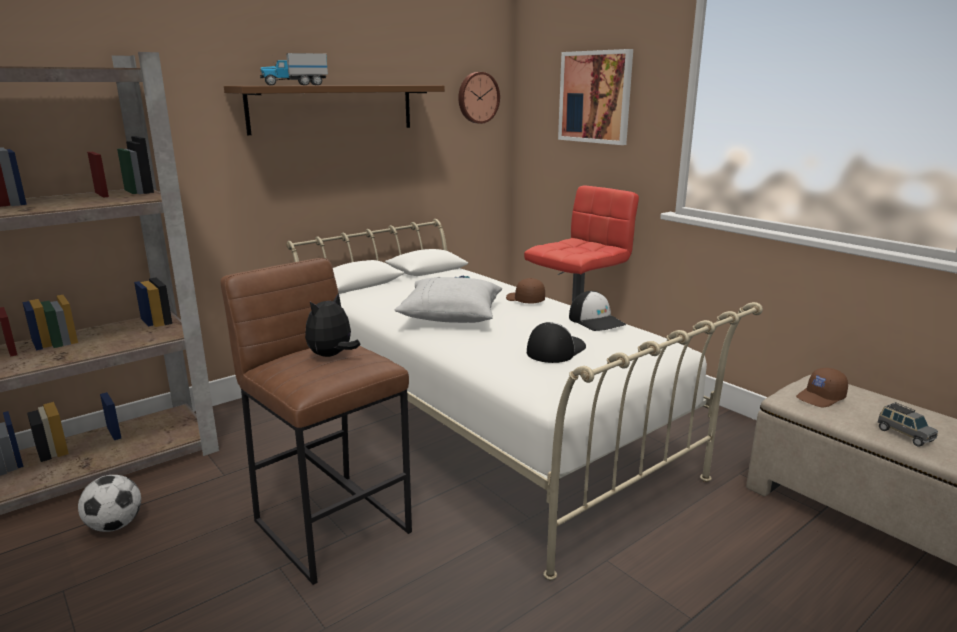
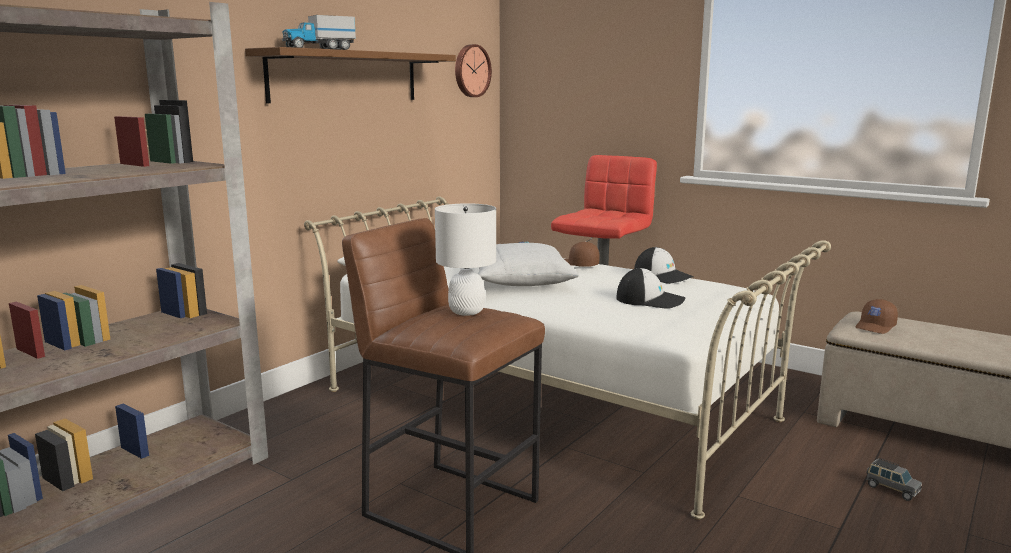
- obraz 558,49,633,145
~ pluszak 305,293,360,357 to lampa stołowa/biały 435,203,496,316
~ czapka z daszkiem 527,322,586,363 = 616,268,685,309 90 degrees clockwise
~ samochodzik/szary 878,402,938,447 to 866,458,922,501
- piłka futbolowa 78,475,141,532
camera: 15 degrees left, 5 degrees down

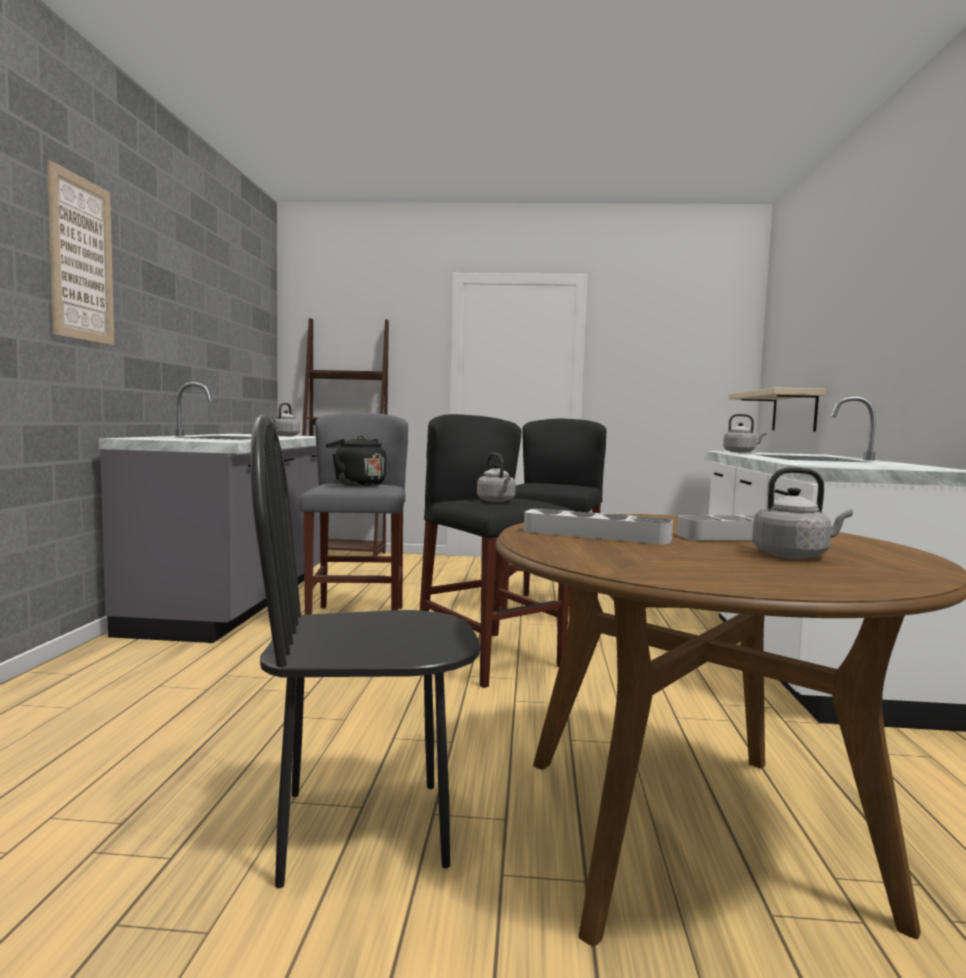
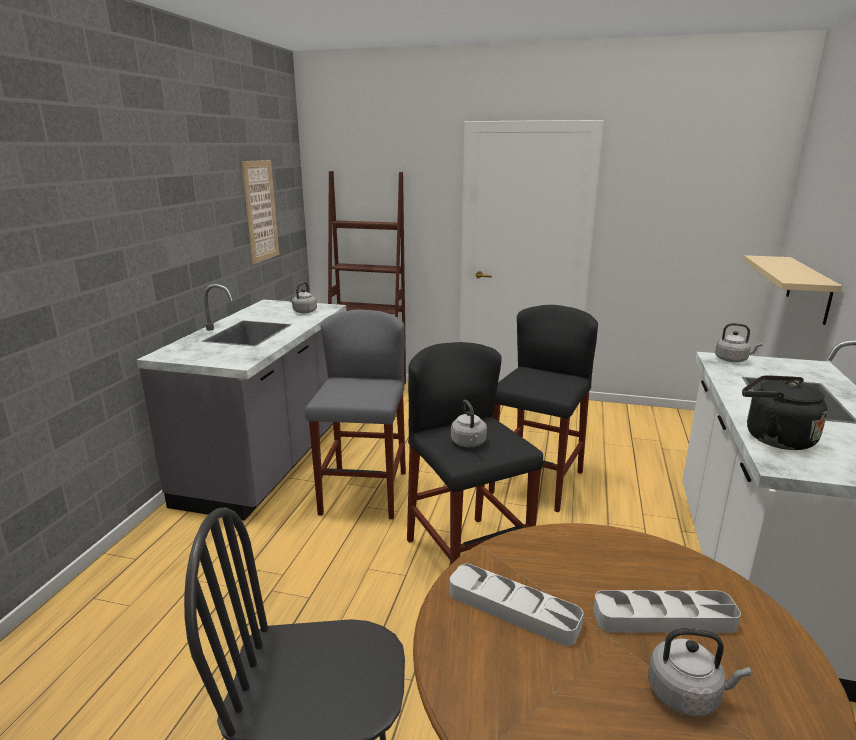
~ obraz 47,160,114,345 to 242,160,280,264
~ czajnik/czarny 325,436,386,486 to 742,375,828,450
camera: 10 degrees right, 15 degrees up

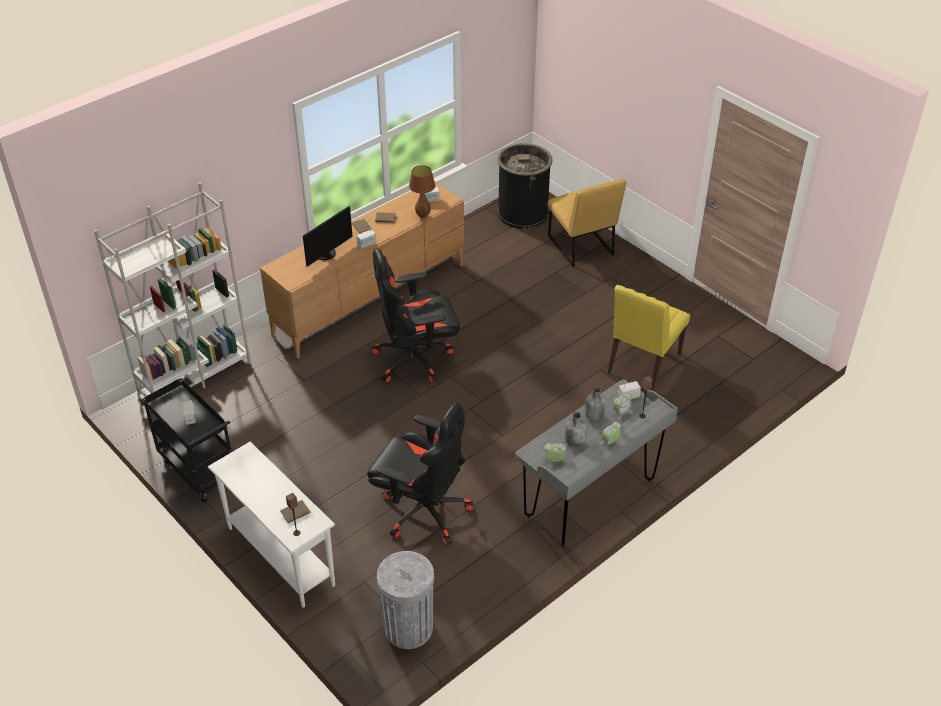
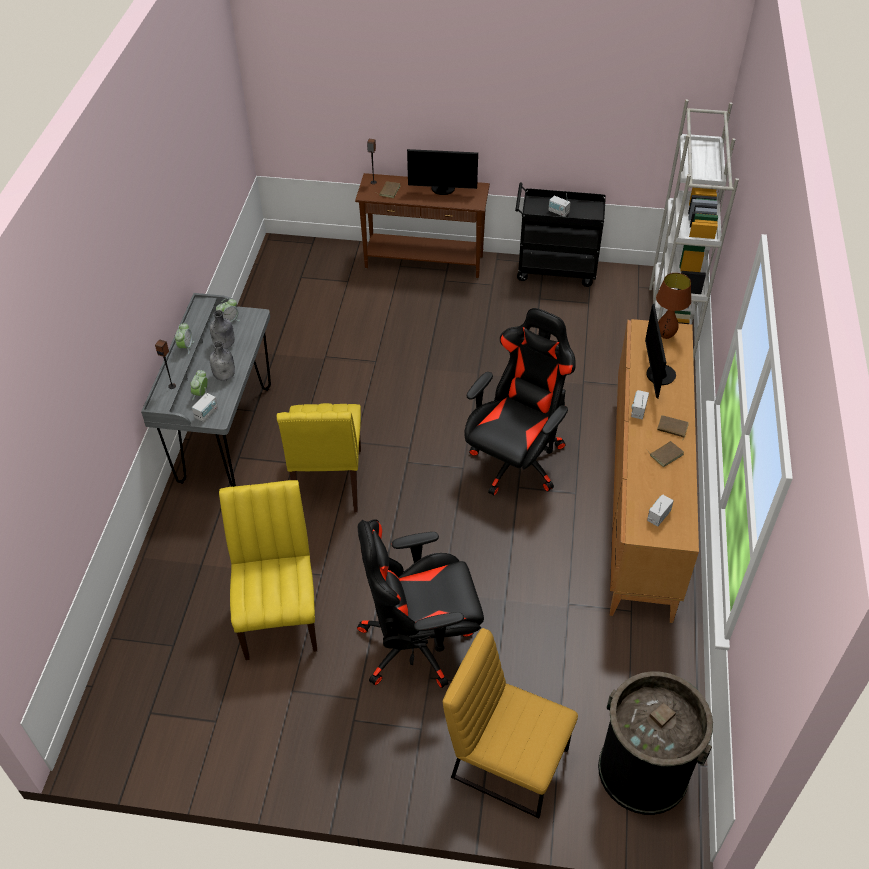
~ lampa stołowa/brązowy 409,165,435,218 to 656,273,691,339
~ krzesło biurowe/czarny 367,403,474,545 to 357,519,484,688
~ stolik konsolowy/biały 208,442,335,608 to stolik konsolowy/brązowy 355,173,490,278
- kosz na śmieci/szary 377,551,434,649
+ monitor 407,149,478,195
+ krzesło/żółty 277,403,361,512
camera: 140 degrees right, 5 degrees up

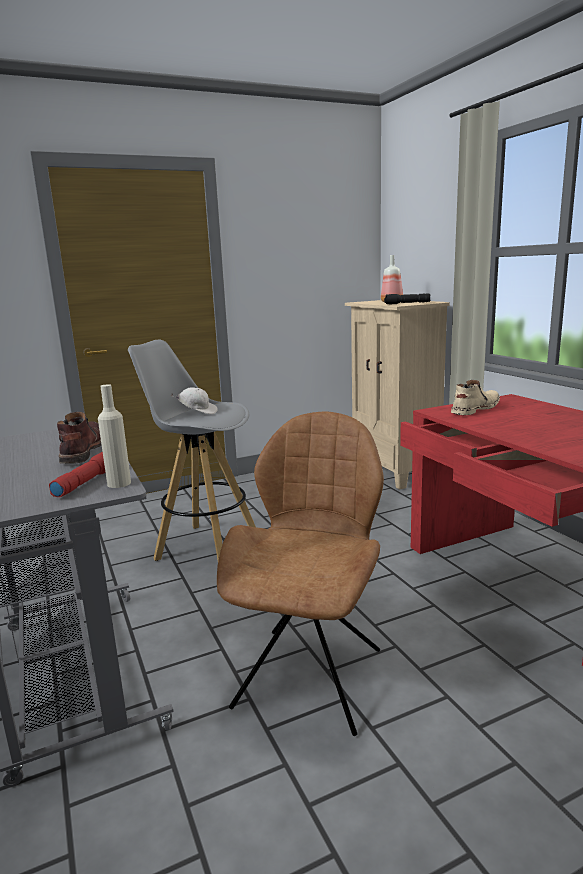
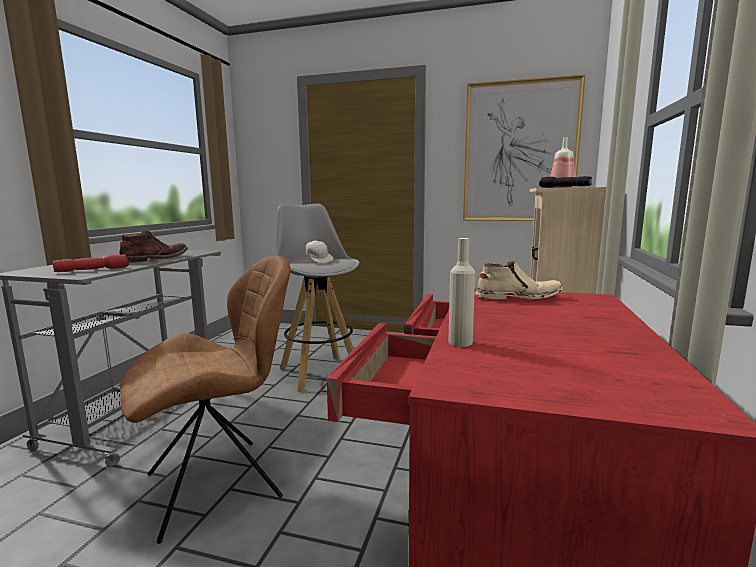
~ butelka/beżowy 98,384,131,488 to 448,238,475,347
+ obraz 463,74,586,221
camera: 40 degrees right, 5 degrees down

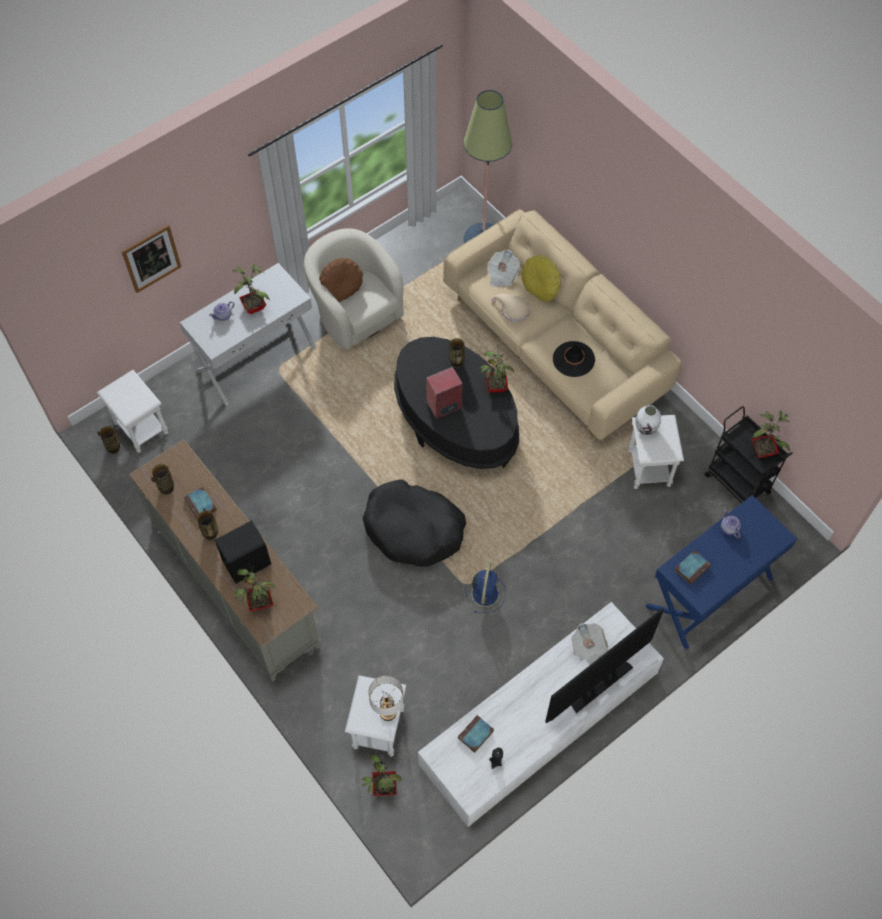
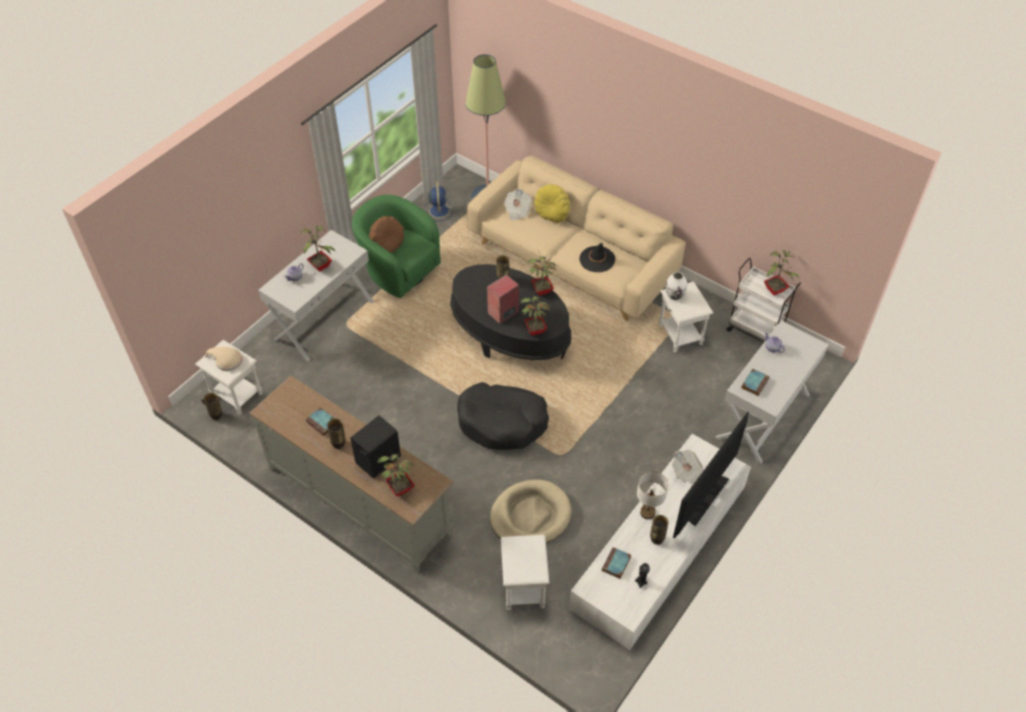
- obraz 121,225,181,293
~ fotel/beżowy 304,228,404,351 to fotel/zielony 352,195,441,298
~ kapelusz/beżowy 491,294,530,322 to 205,347,243,371
~ wózek/czarny 704,406,793,503 to wózek/biały 726,258,801,343
~ wazon 151,464,174,495 to 650,515,669,545
~ stolik konsolowy/niebieski 645,495,797,650 to stolik konsolowy/biały 715,321,829,463
~ wentylator/niebieski 466,563,506,613 to 424,181,454,222
~ lampa stołowa 368,676,403,721 to 637,471,668,519
~ roślina doniczkowa 362,754,402,796 to 520,290,550,336
+ legowisko/beżowy 490,479,572,543
camera: 15 degrees left, 10 degrees down

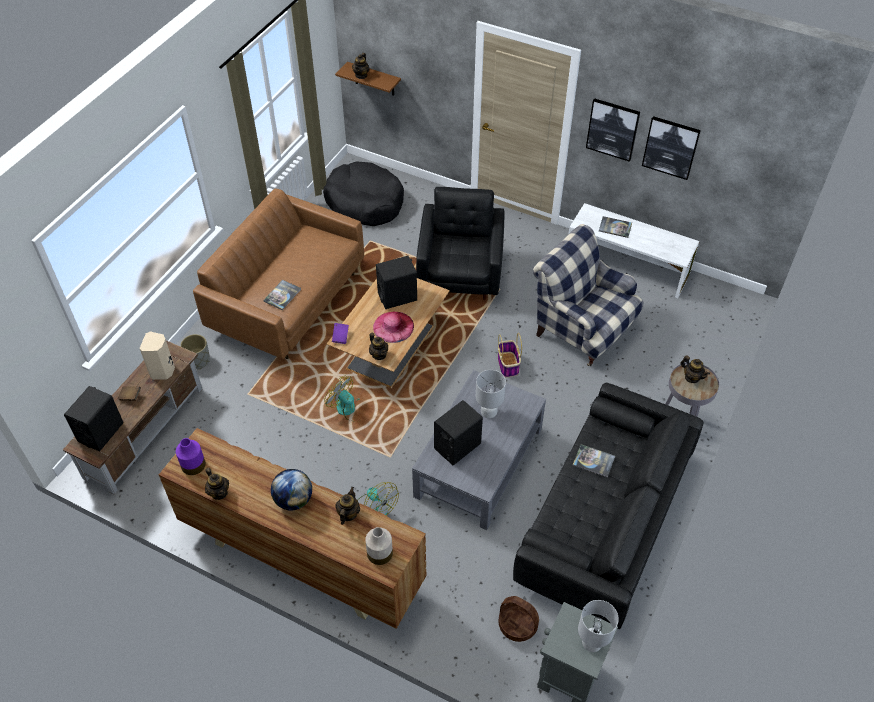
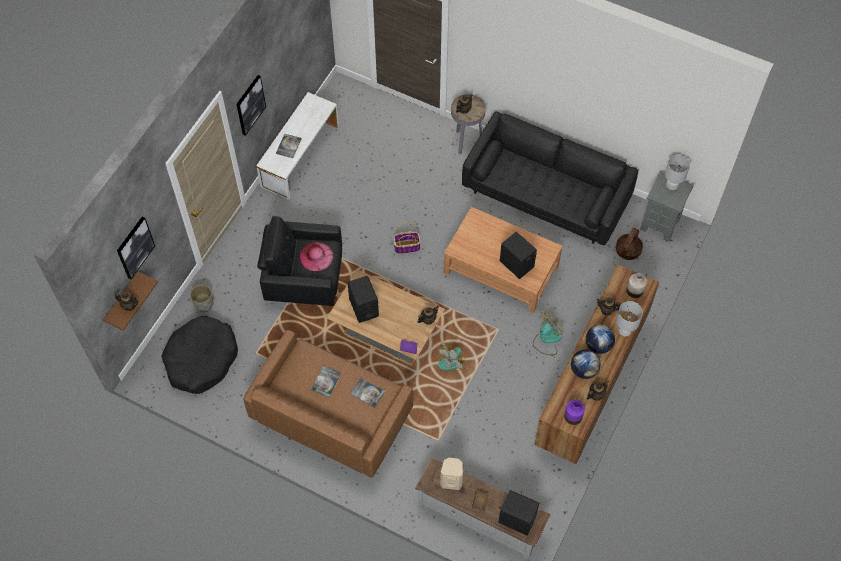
~ obraz 642,116,701,180 to 117,217,155,279
- fotel 533,224,643,366
~ kapelusz/różowy 373,312,414,343 to 300,242,333,271
~ donica/szary 180,334,210,369 to 190,284,214,312
~ ława/szary 412,370,546,530 to ława/brązowy 443,207,563,313
~ lampa stołowa/szary 476,370,506,418 to 616,301,643,336
~ książka 573,444,615,477 to 311,366,341,398
+ globus 571,349,601,379
camera: 90 degrees left, 10 degrees up

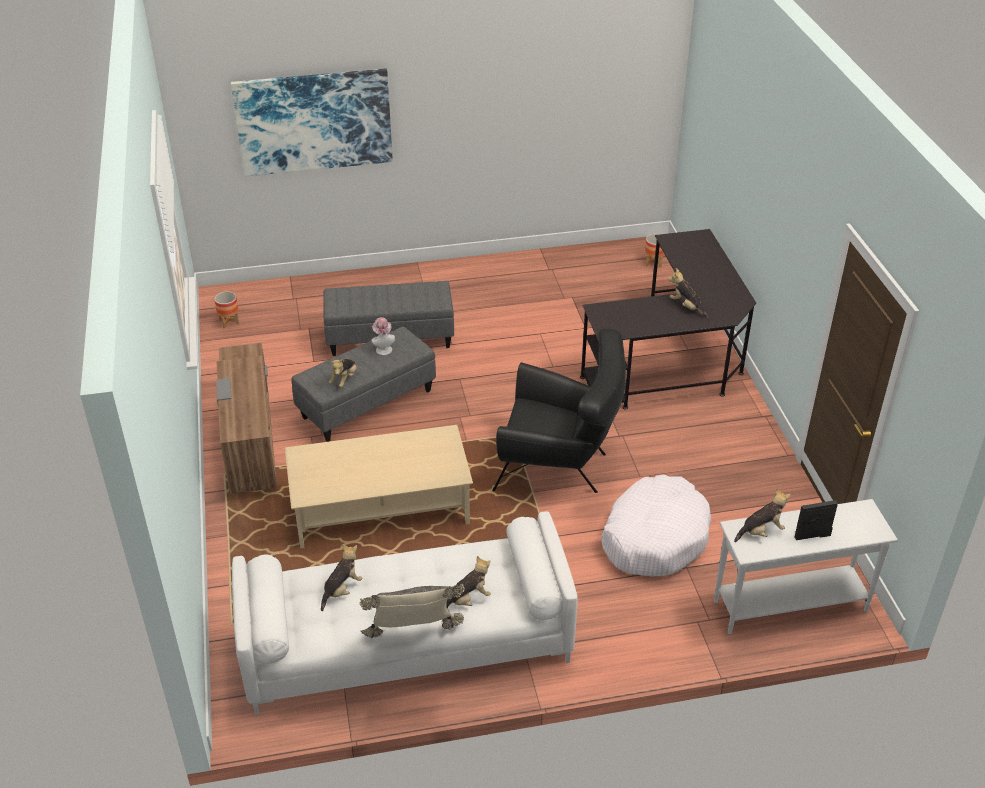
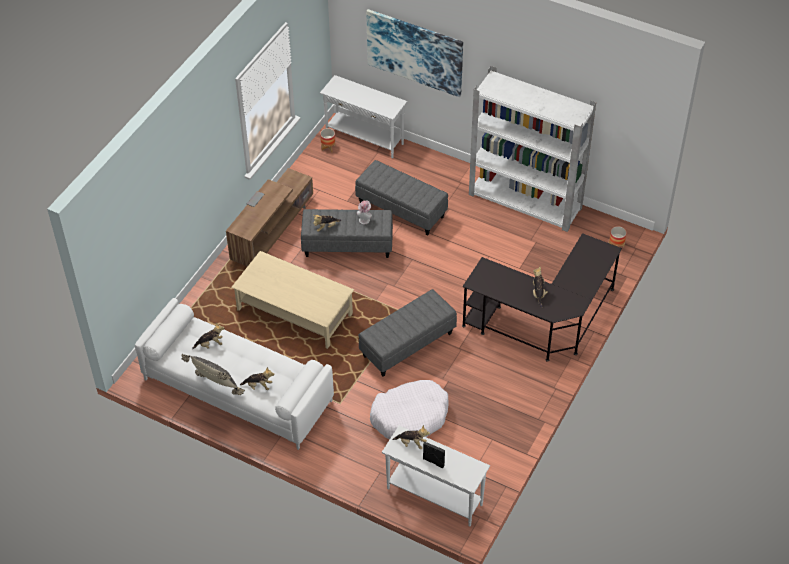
~ fotel/czarny 492,328,626,493 to pufa/szary 358,289,457,377
+ regał/biały 469,66,596,232
+ stolik konsolowy/biały 320,75,407,159
camera: 40 degrees right, 10 degrees up

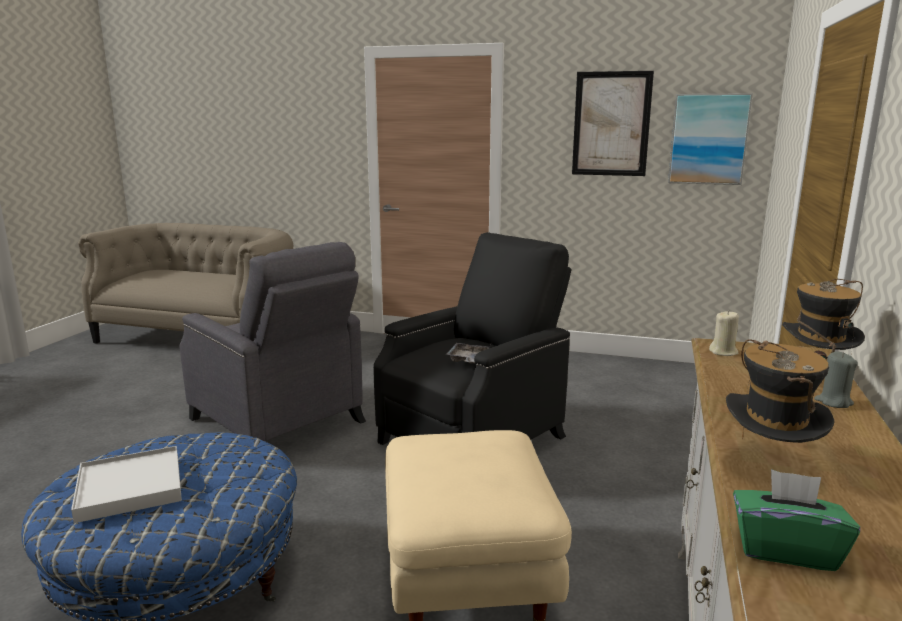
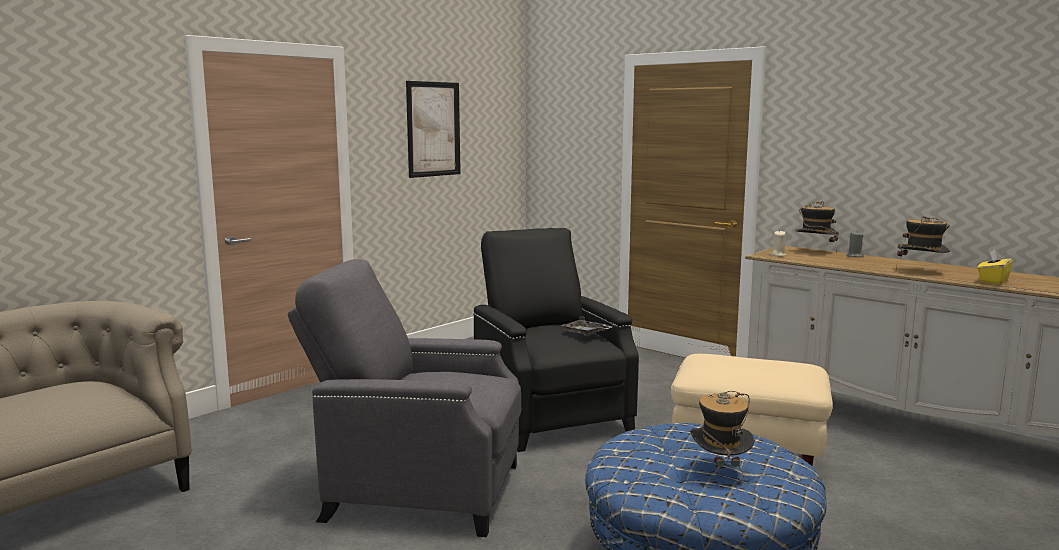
- obraz 668,93,753,185
~ fotel/szary 180,242,366,441 = 288,259,521,537 150 degrees counterclockwise
~ taca/biały 71,446,182,523 to kapelusz 690,391,754,484
~ pudełko chusteczek/zielony 733,469,860,571 to pudełko chusteczek/żółty 978,250,1013,284
camera: 65 degrees left, 5 degrees down

